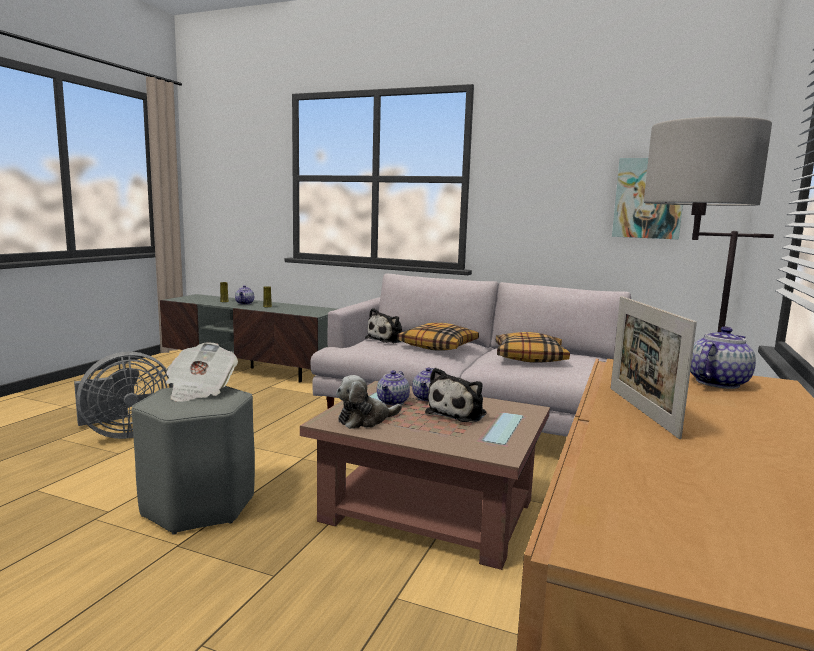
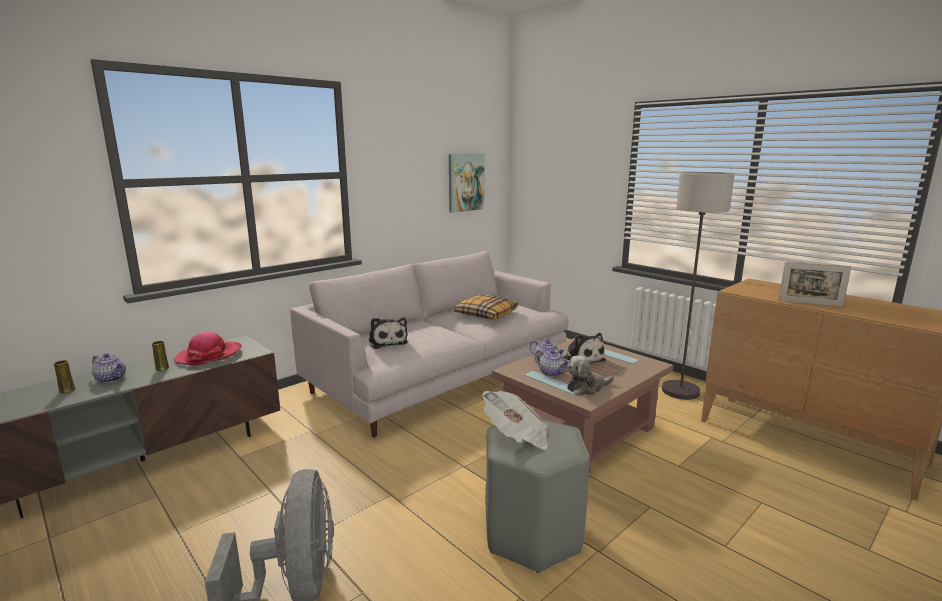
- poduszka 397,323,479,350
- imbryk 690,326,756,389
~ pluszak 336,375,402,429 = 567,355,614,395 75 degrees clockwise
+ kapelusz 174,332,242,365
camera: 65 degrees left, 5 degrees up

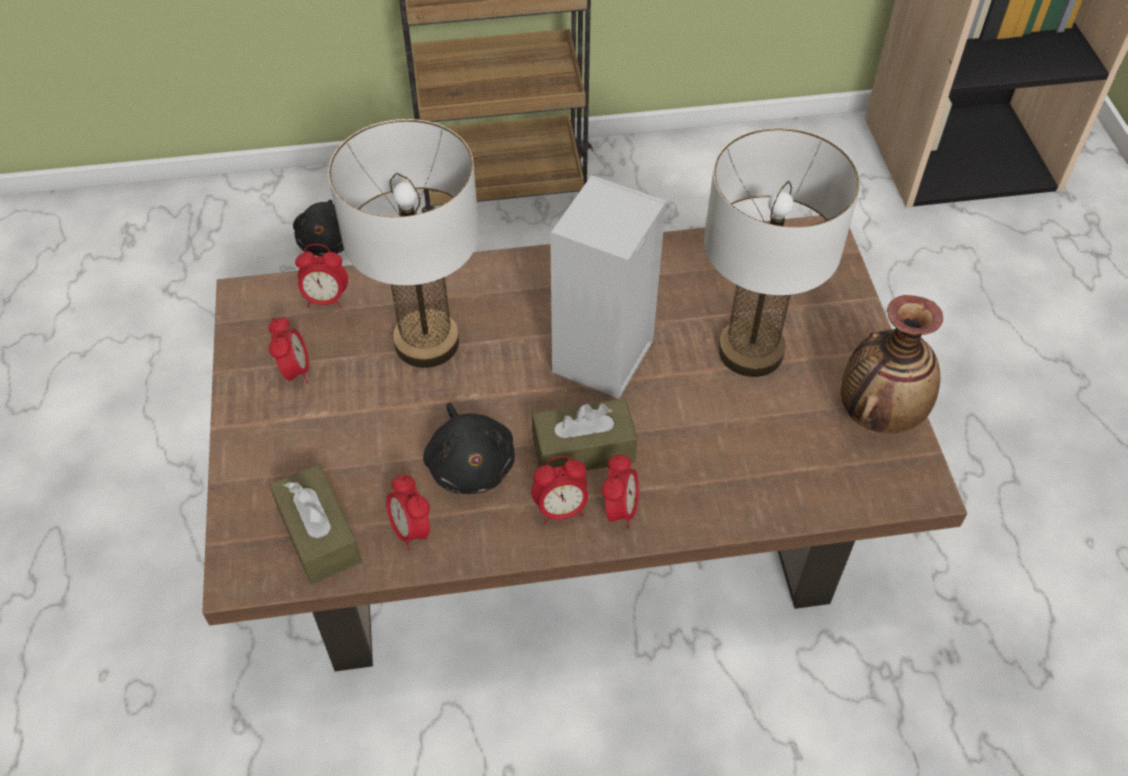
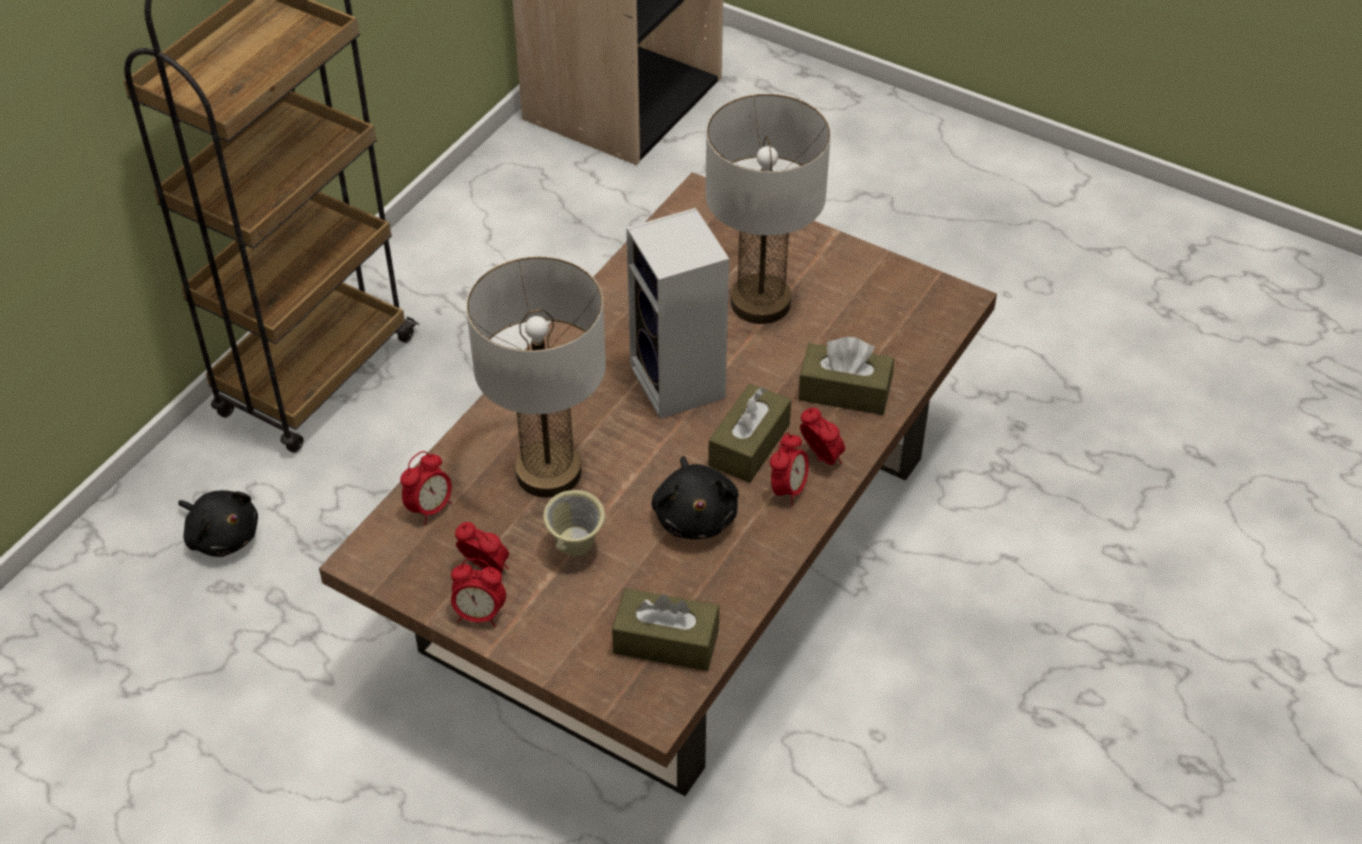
- wazon 841,295,943,434
~ pluszak/czarny 423,403,515,494 = 652,456,738,539 60 degrees clockwise
~ budzik 386,475,430,550 to 451,559,506,627
+ pudełko chusteczek/brązowy 798,337,894,415
+ kubek/beżowy 543,490,605,556
camera: 50 degrees left, 5 degrees down

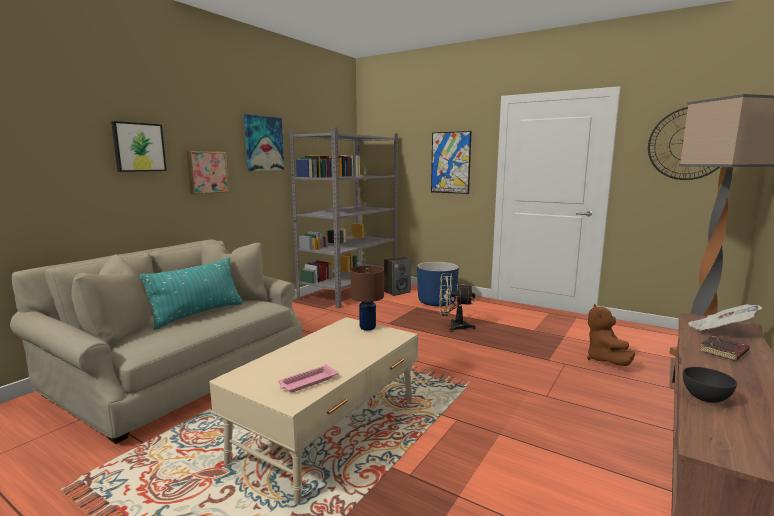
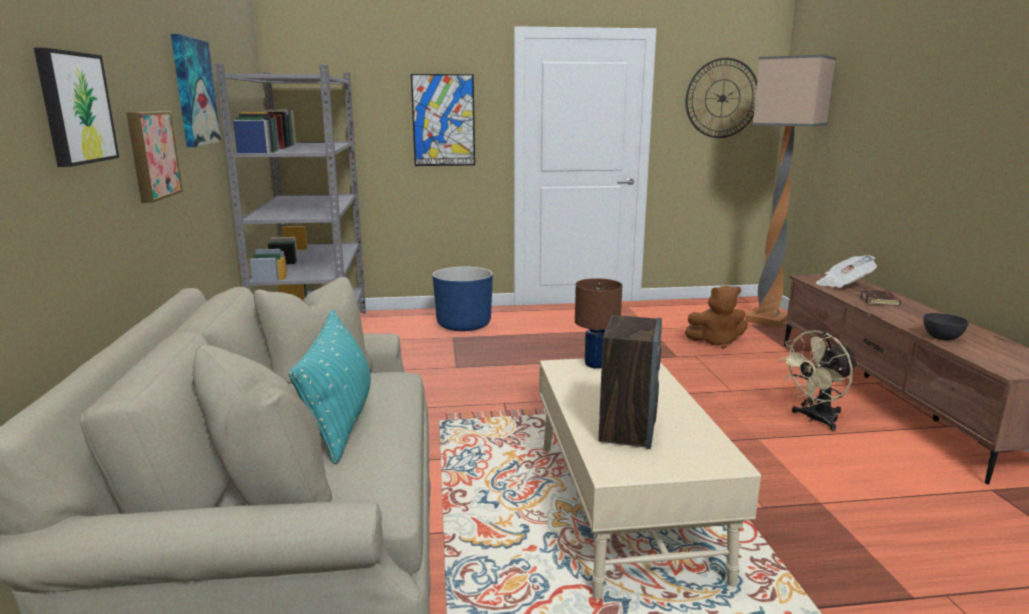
~ głośnik 384,257,411,296 to 599,315,662,449
~ wentylator/beżowy 439,273,476,332 to 779,330,858,431
~ pluszak/brązowy 587,304,635,366 = 685,286,748,349 60 degrees counterclockwise
- taca/różowy 278,364,338,392
camera: 40 degrees left, 5 degrees up

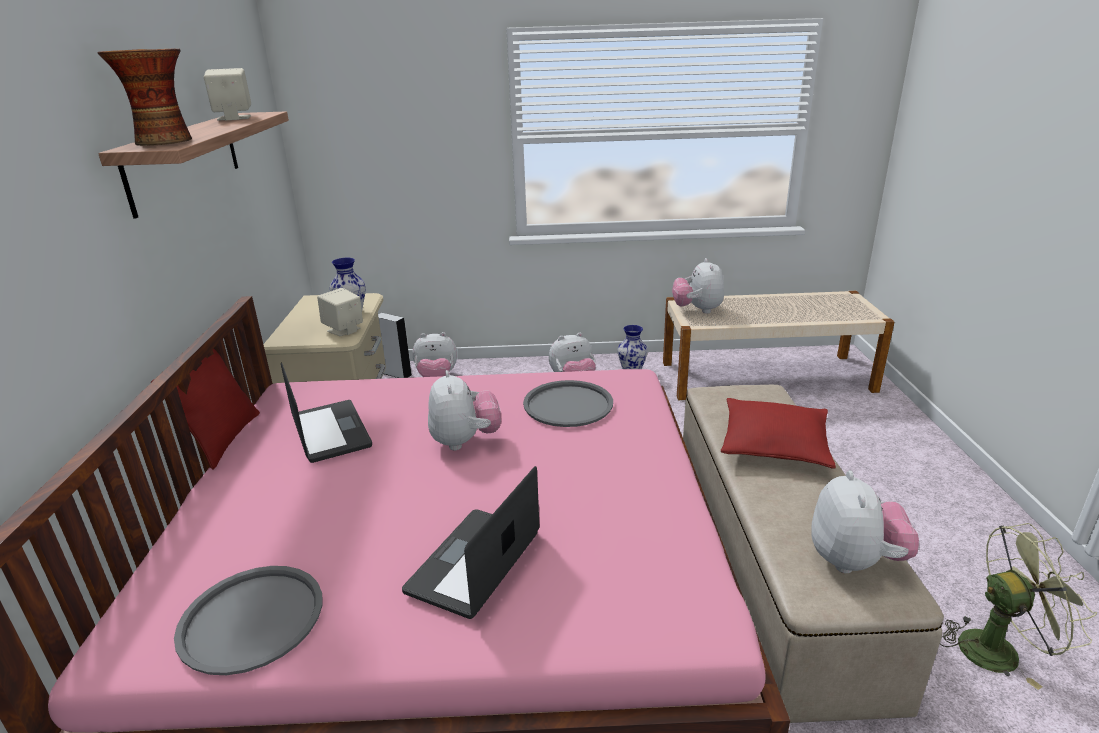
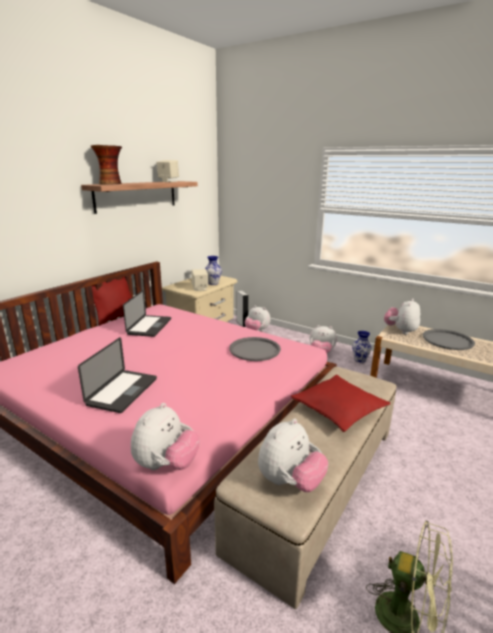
~ pluszak 428,370,501,450 to 131,403,200,470
~ laptop 402,466,539,619 = 78,337,157,413 135 degrees clockwise
~ taca/szary 174,566,322,675 to 423,329,475,350
camera: 35 degrees right, 5 degrees down

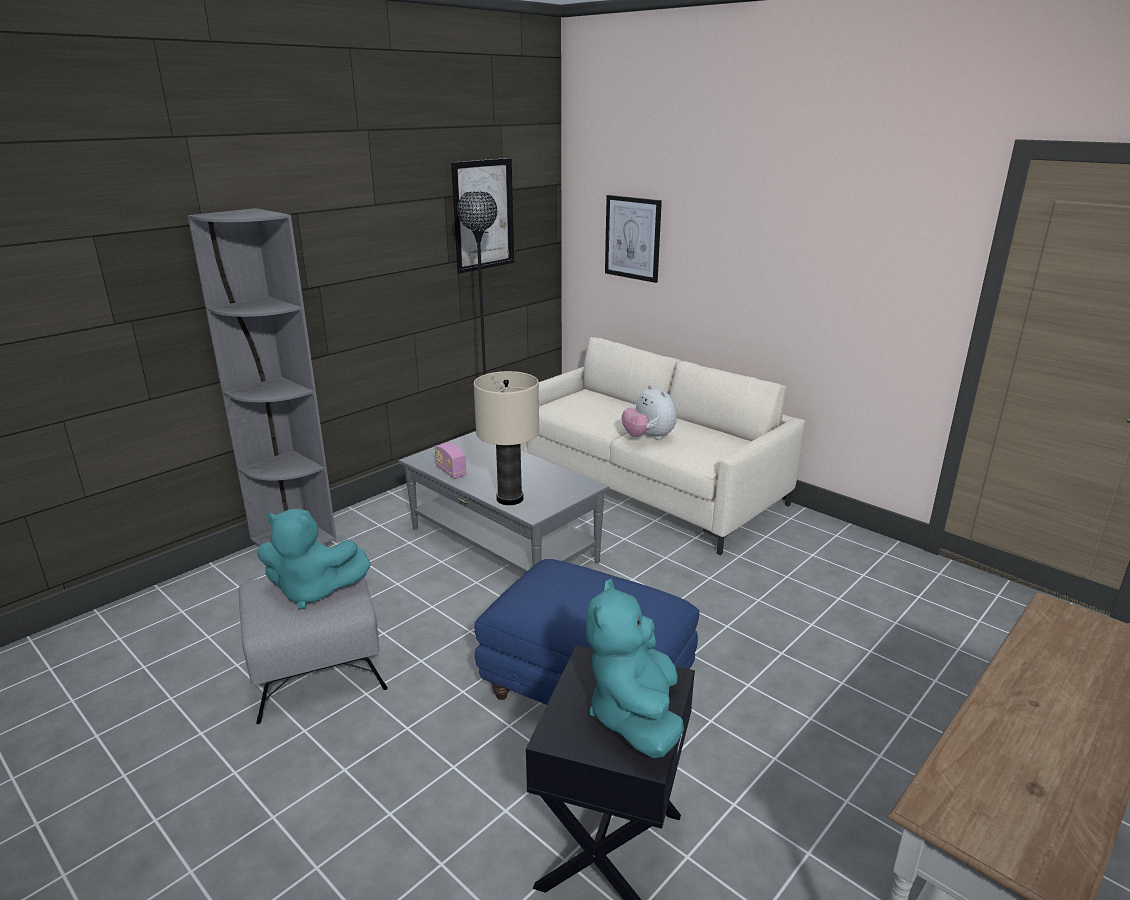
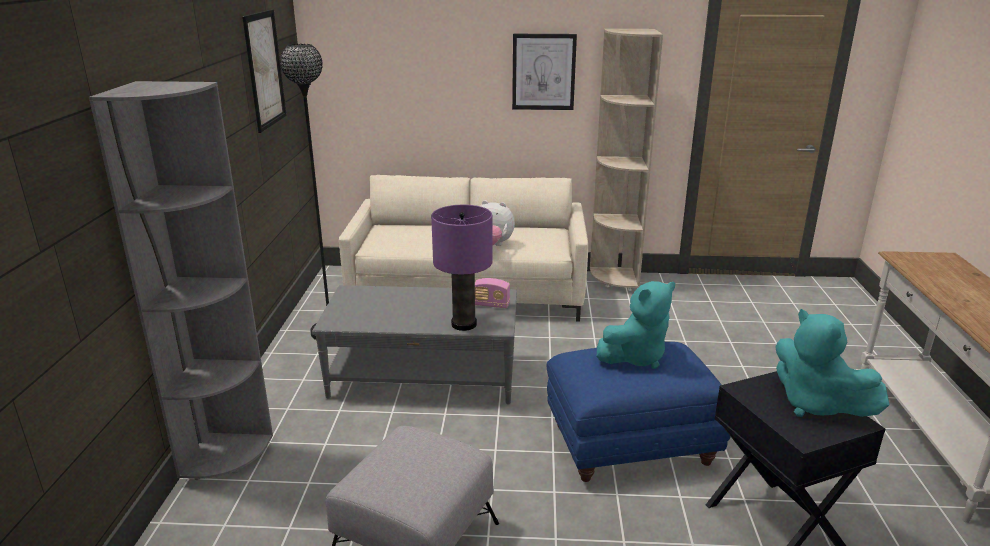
~ obraz 605,195,662,283 to 512,34,577,110
~ lampa stołowa/beżowy 474,371,539,505 to lampa stołowa/fioletowy 431,205,493,331
~ radio 435,442,467,479 to 475,278,510,308
~ pluszak/turkusowy 257,509,371,610 to 597,281,675,369
+ regał/beżowy 590,29,663,291
camera: 40 degrees left, 0 degrees up

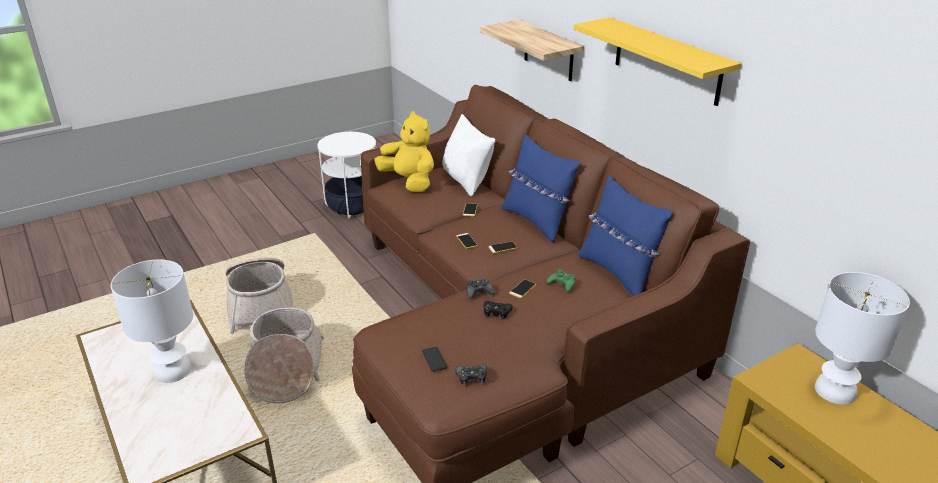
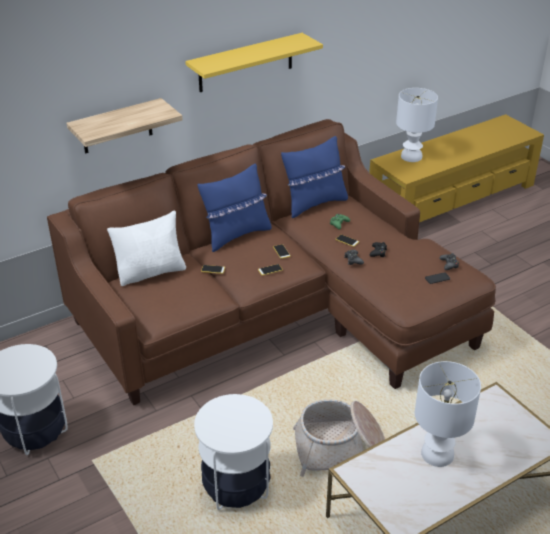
- pluszak/żółty 374,111,434,192
~ koszyk 225,258,293,334 to stolik/biały 194,394,273,510
camera: 90 degrees left, 5 degrees up

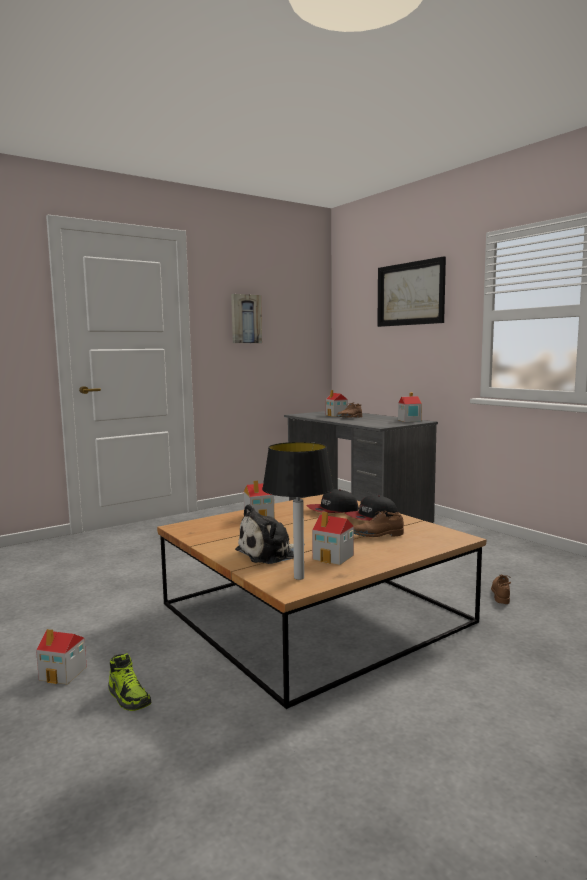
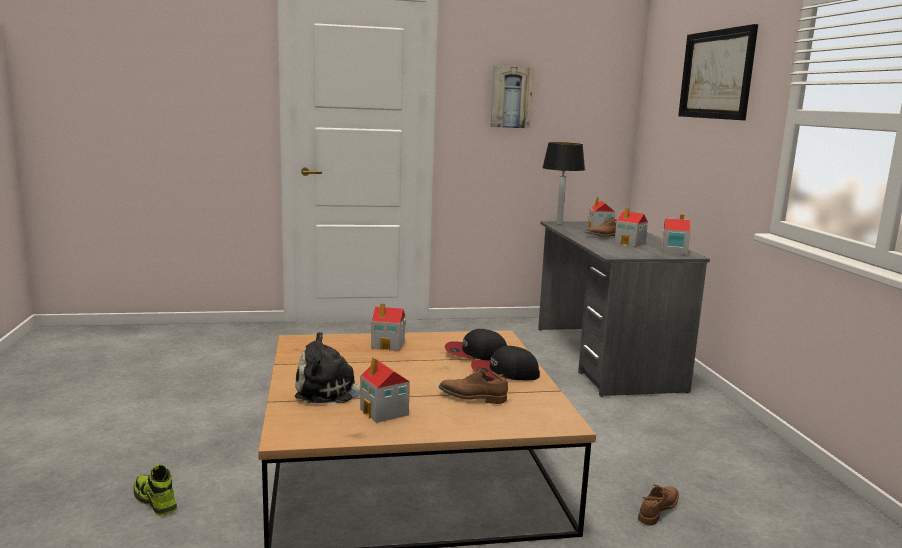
~ lampa stołowa 262,442,334,580 to 542,142,585,225
~ domek 36,629,87,684 to 614,207,648,247
~ but 108,653,151,711 = 134,465,177,515 150 degrees clockwise
camera: 25 degrees right, 5 degrees up

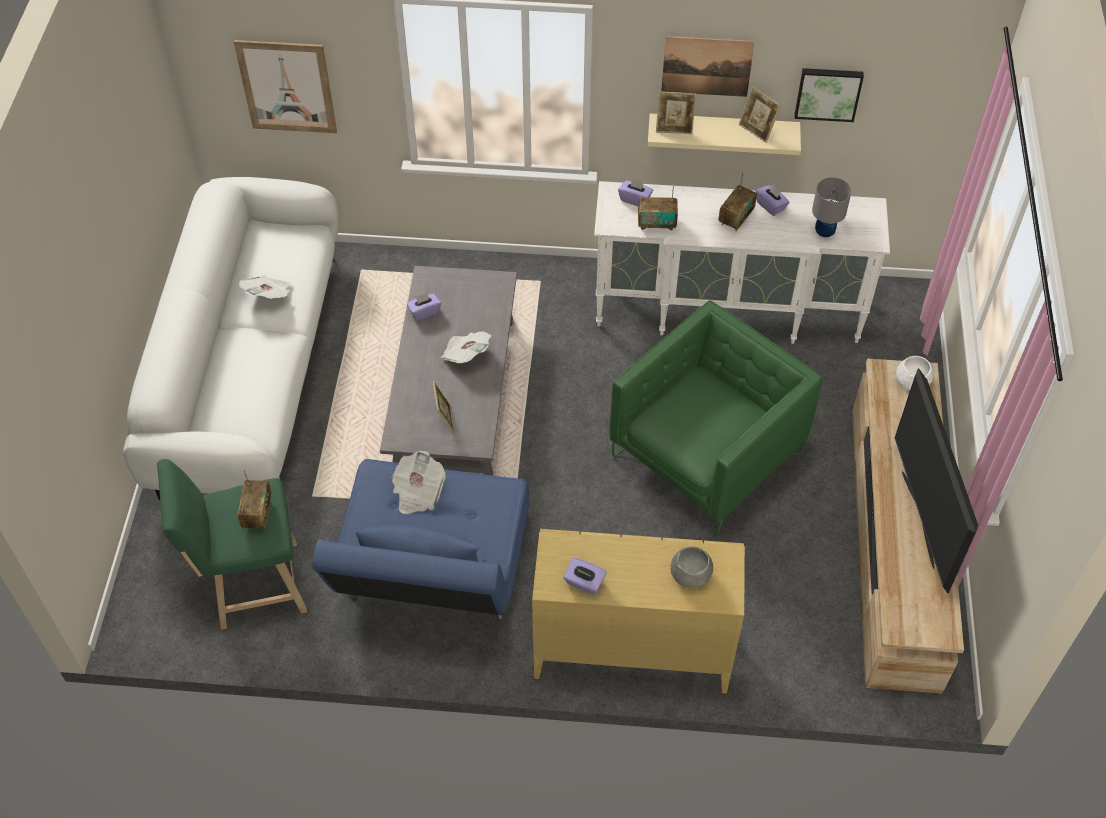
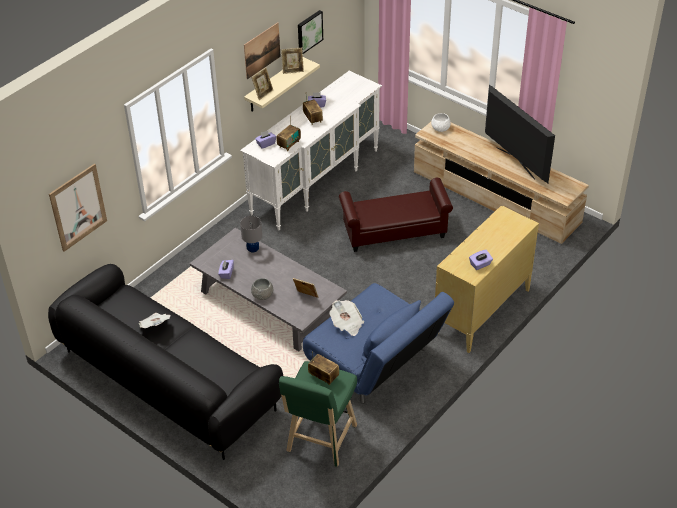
~ kanapa/biały 123,177,338,500 to kanapa/czarny 48,264,283,460
~ lampa stołowa/szary 812,177,851,237 to 240,216,262,252
~ fotel/zielony 610,300,823,536 to pufa/brązowy 339,178,453,252
- gazeta 441,331,491,363
~ telewizor 895,368,978,593 = 485,85,555,183 150 degrees counterclockwise
~ miska/szary 671,546,713,588 to 251,278,273,300
camera: 55 degrees left, 10 degrees down

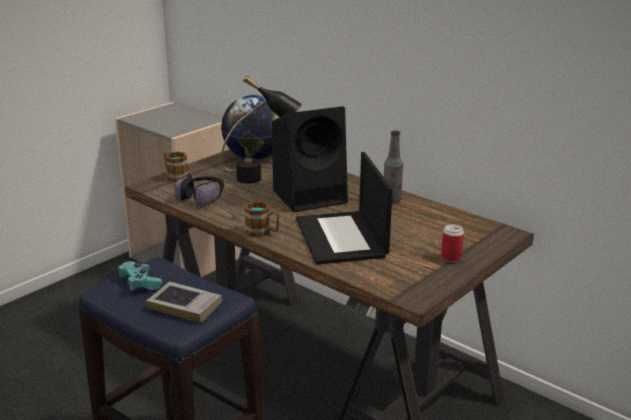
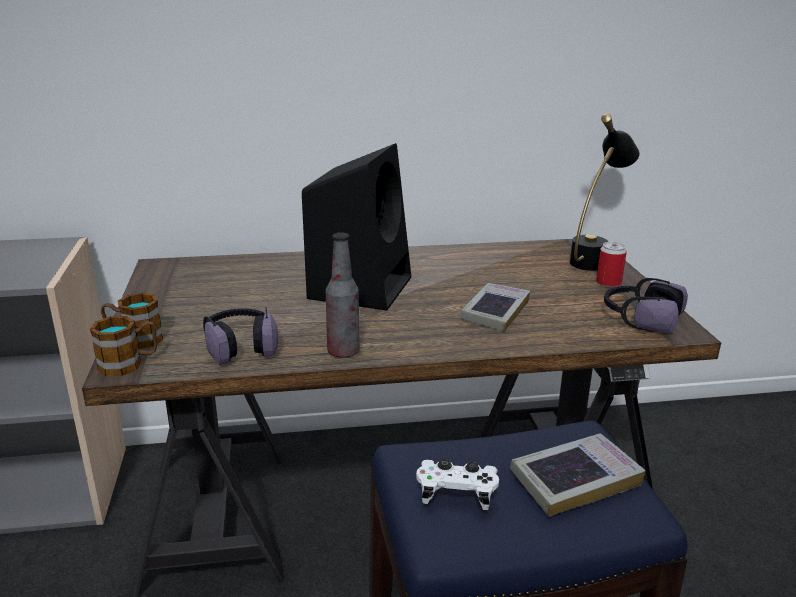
~ lampa stołowa/czarny 220,75,302,184 to 570,113,640,271
- globus 221,95,279,160
~ butelka 384,131,403,203 to 326,232,360,358
~ laptop 296,152,393,265 to książka 460,283,530,332
~ kubek 245,201,280,237 to 90,316,157,376
~ pad do gier/turkusowy 117,261,162,291 to pad do gier/biały 416,459,499,510
+ słuchawki 604,278,688,333
camera: 50 degrees left, 0 degrees up

